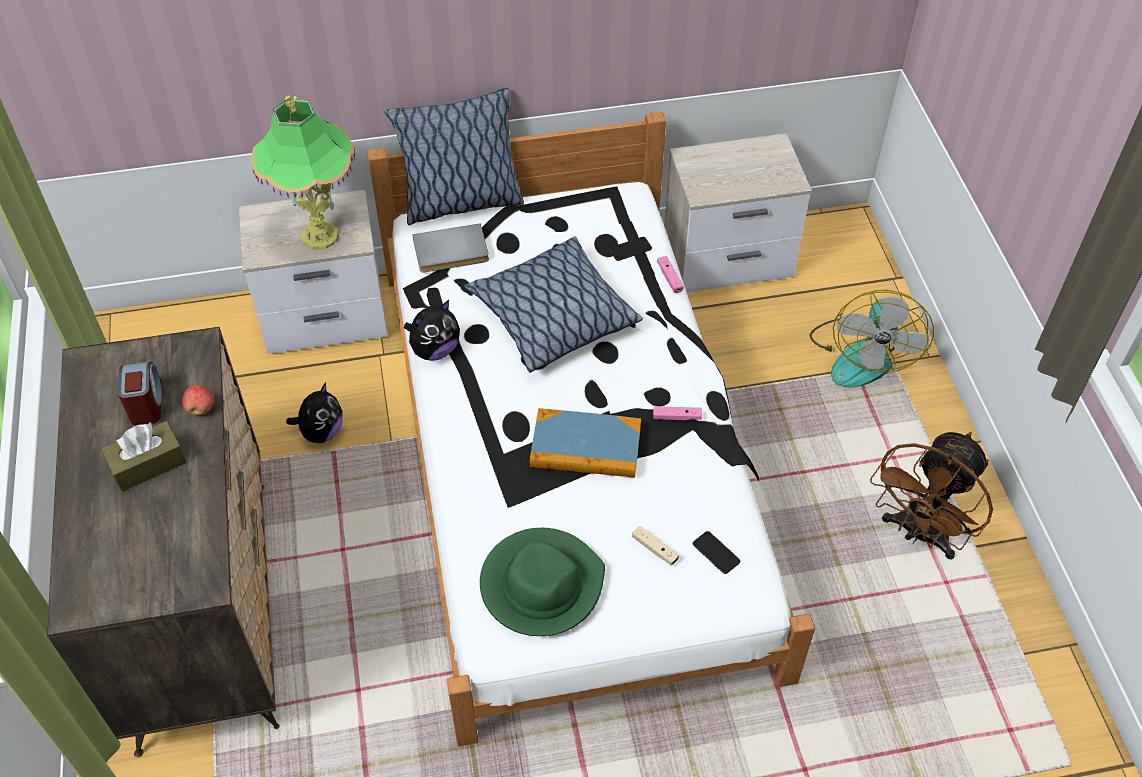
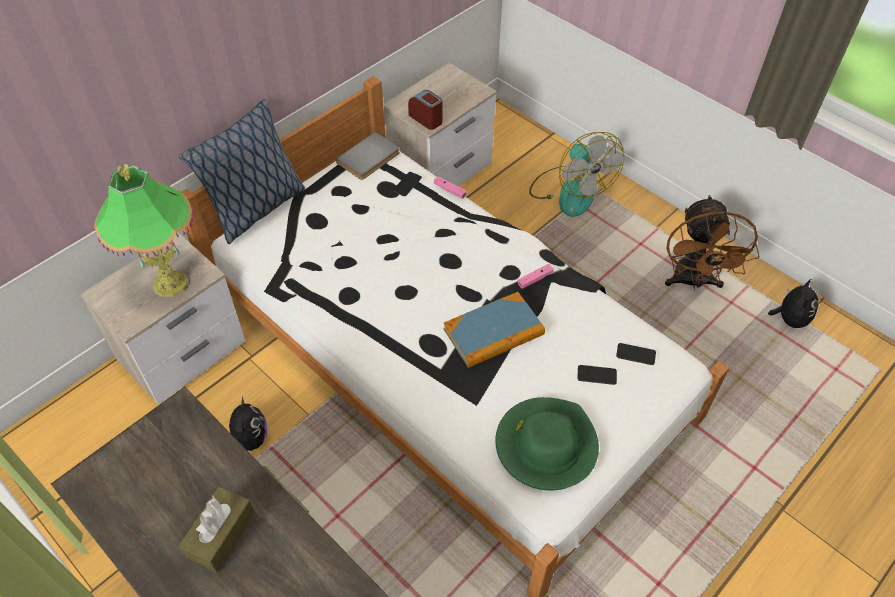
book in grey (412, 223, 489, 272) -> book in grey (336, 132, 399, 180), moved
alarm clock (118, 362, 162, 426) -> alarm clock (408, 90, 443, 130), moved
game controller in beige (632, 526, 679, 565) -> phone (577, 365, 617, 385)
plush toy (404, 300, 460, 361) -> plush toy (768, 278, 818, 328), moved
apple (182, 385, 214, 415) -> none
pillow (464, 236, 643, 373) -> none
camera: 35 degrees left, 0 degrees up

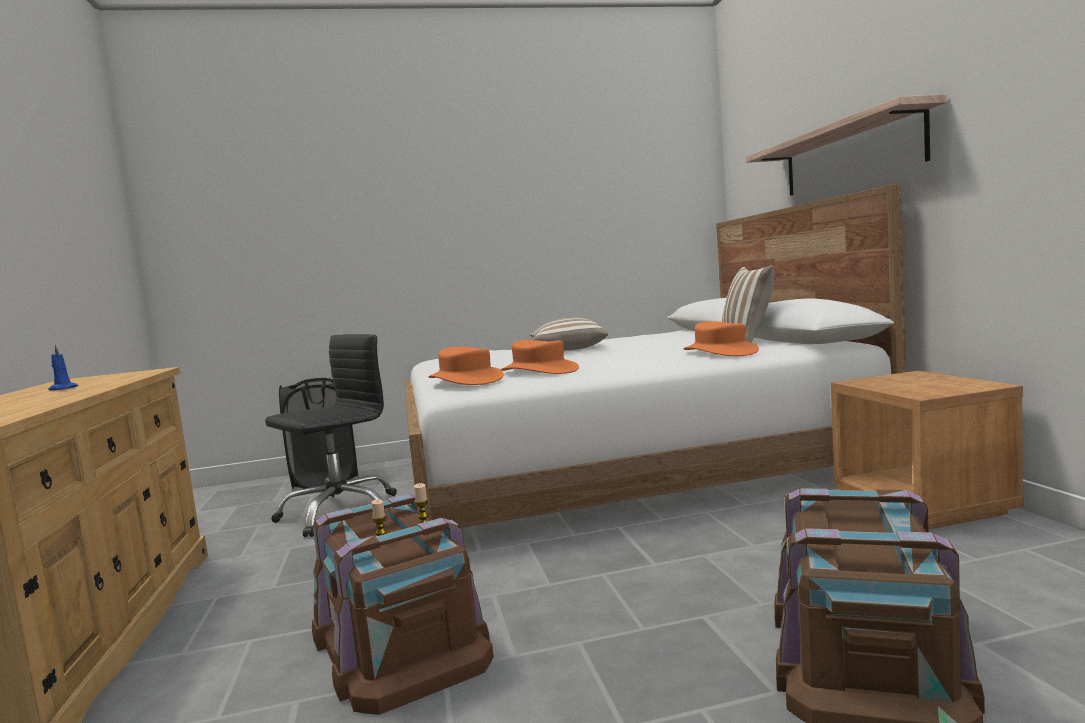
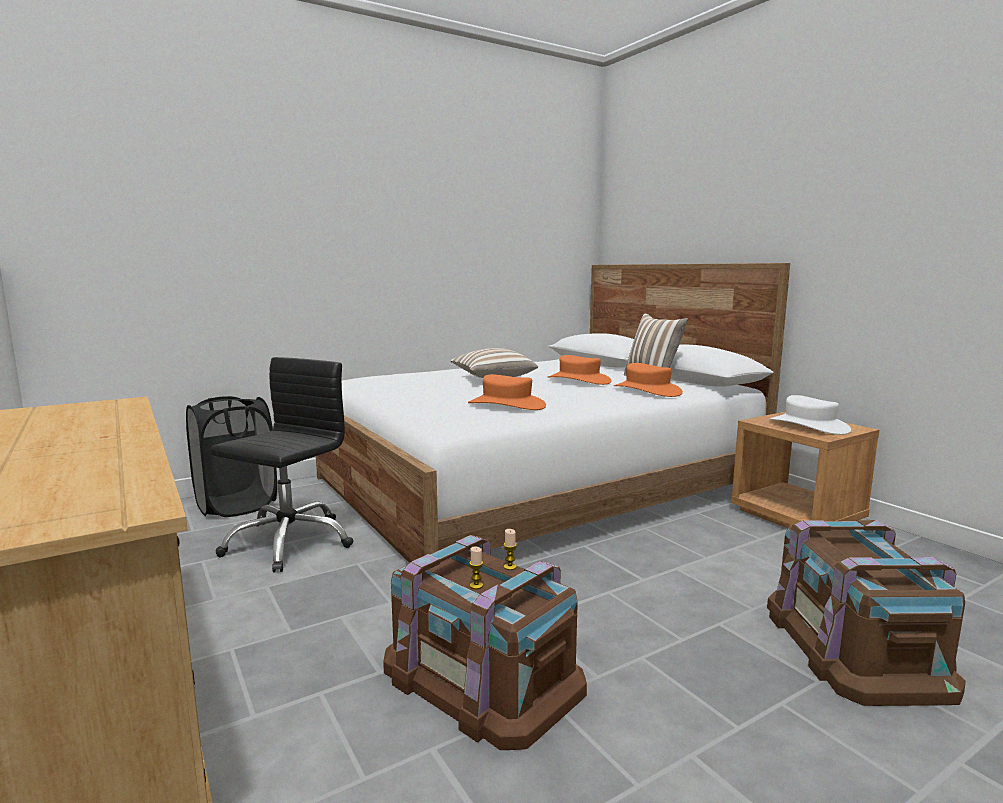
hat in orange (428, 347, 504, 385) -> hat in orange (547, 355, 612, 385), moved
none -> hat in white (770, 395, 851, 435)
candle in blue (48, 345, 78, 391) -> none
shelf (746, 94, 947, 195) -> none
camera: 20 degrees left, 5 degrees up

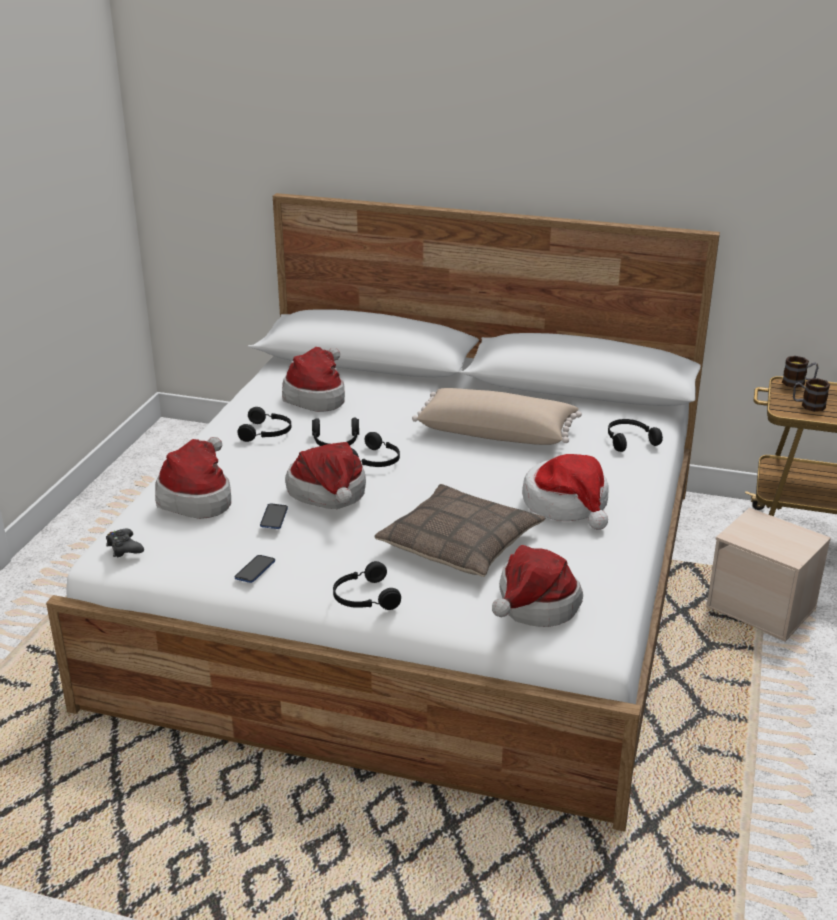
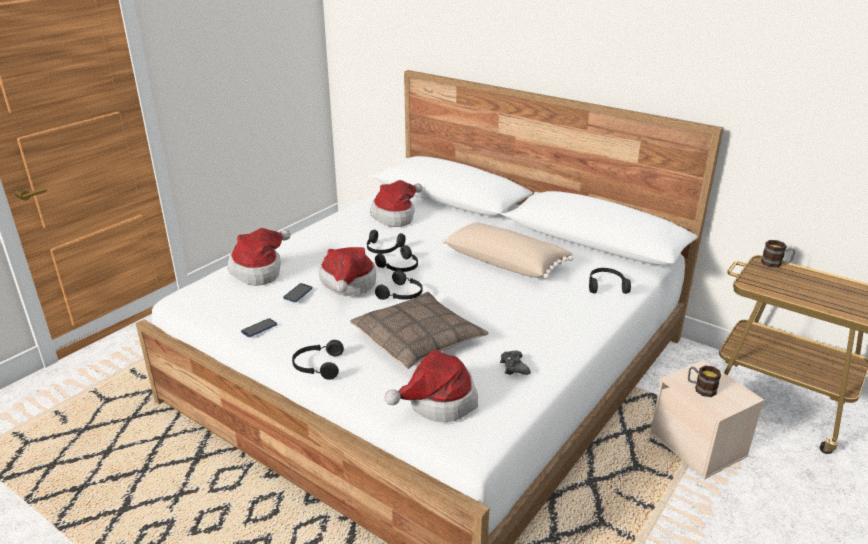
headphones in black (238, 407, 291, 442) -> headphones in black (375, 271, 422, 300), moved
game controller in black (106, 529, 144, 557) -> game controller in black (500, 351, 531, 375), moved
mug (793, 378, 830, 412) -> mug (688, 365, 721, 397), moved
hat (522, 454, 609, 530) -> none
camera: 20 degrees right, 0 degrees up

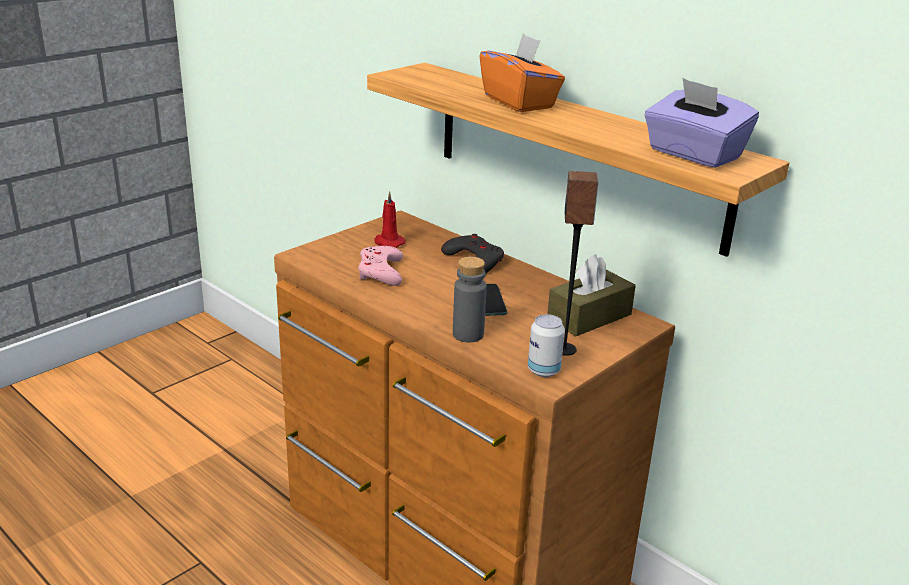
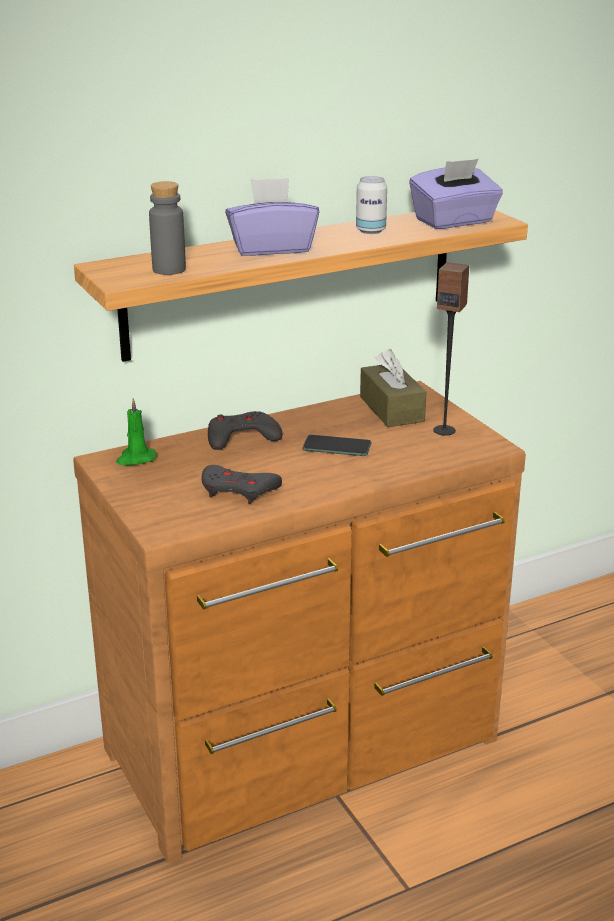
none -> candle in green (116, 399, 157, 466)
bottle in grey (453, 257, 487, 342) -> bottle in grey (149, 181, 186, 275), moved
game controller in pink (358, 246, 403, 286) -> game controller in grey (201, 465, 282, 504)
tissue box in orange (480, 34, 565, 112) -> tissue box in purple (225, 178, 319, 256)
can (528, 314, 565, 377) -> can (356, 176, 387, 234), moved
candle in red (374, 191, 405, 248) -> none
camera: 70 degrees left, 0 degrees up

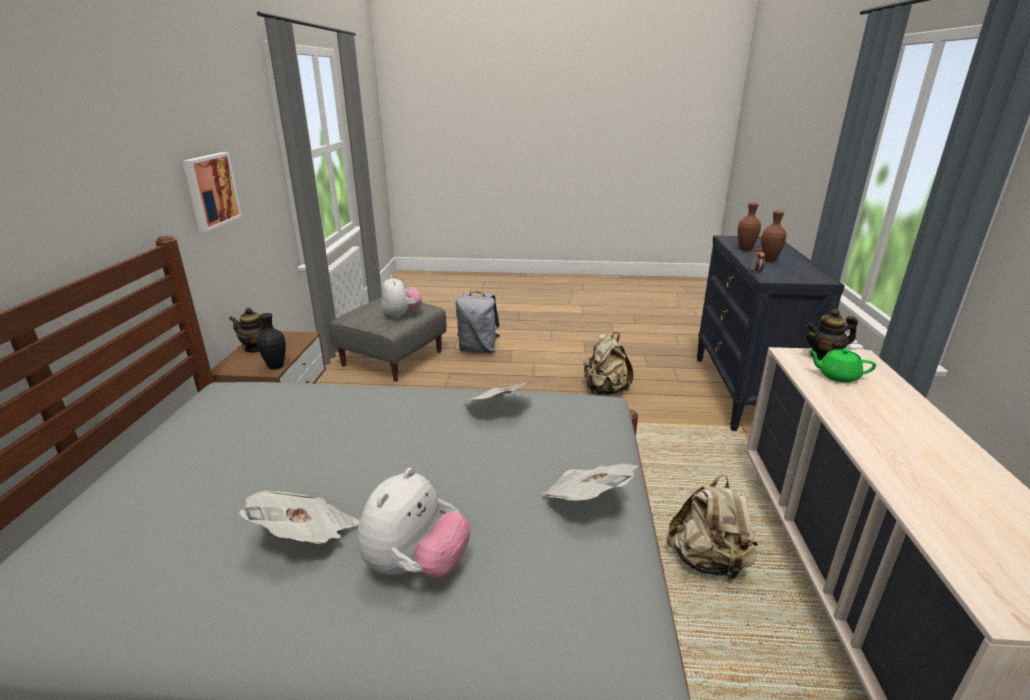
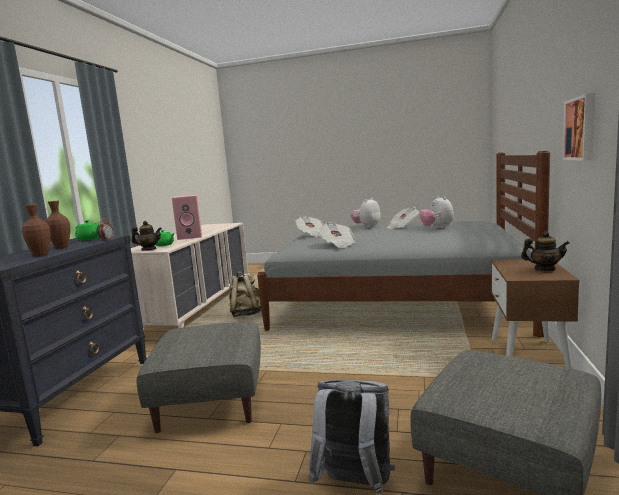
none -> teapot in green (75, 220, 100, 241)
backpack in beige (583, 332, 633, 395) -> ottoman in grey (136, 322, 261, 433)
none -> speaker in pink (172, 195, 202, 240)
plush toy (381, 275, 422, 319) -> plush toy (420, 196, 454, 229), moved
vase in black (256, 313, 286, 369) -> none
camera: 170 degrees left, 15 degrees down

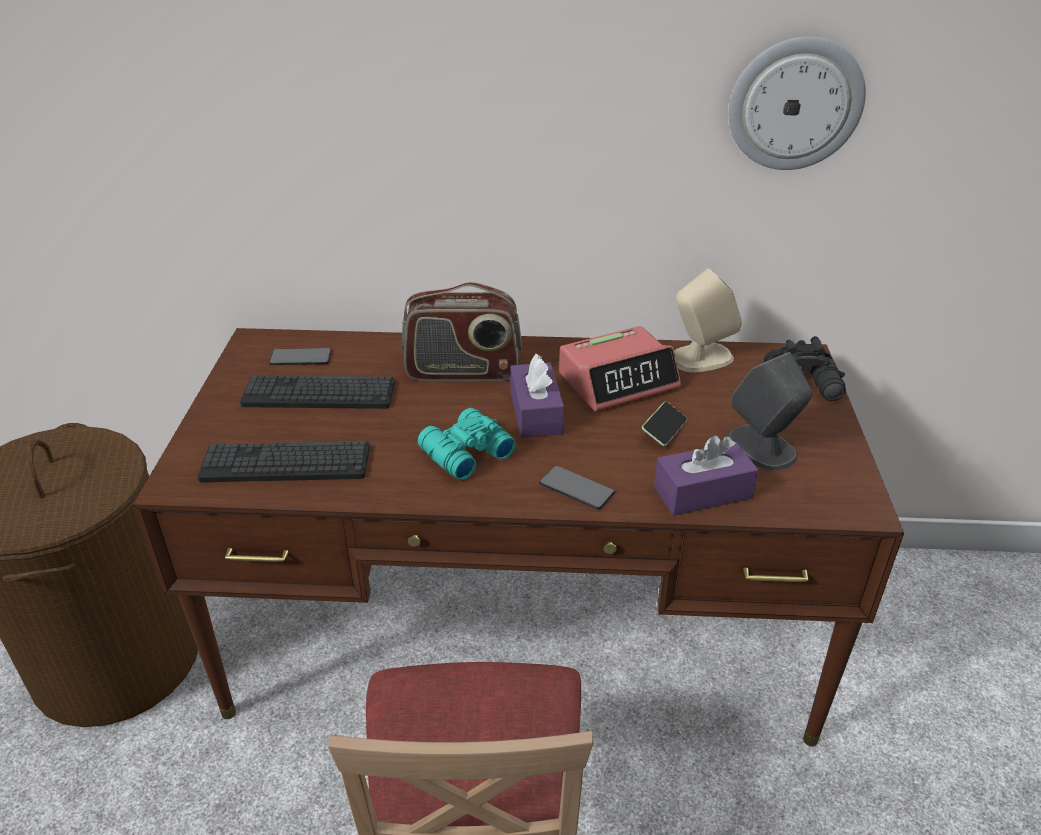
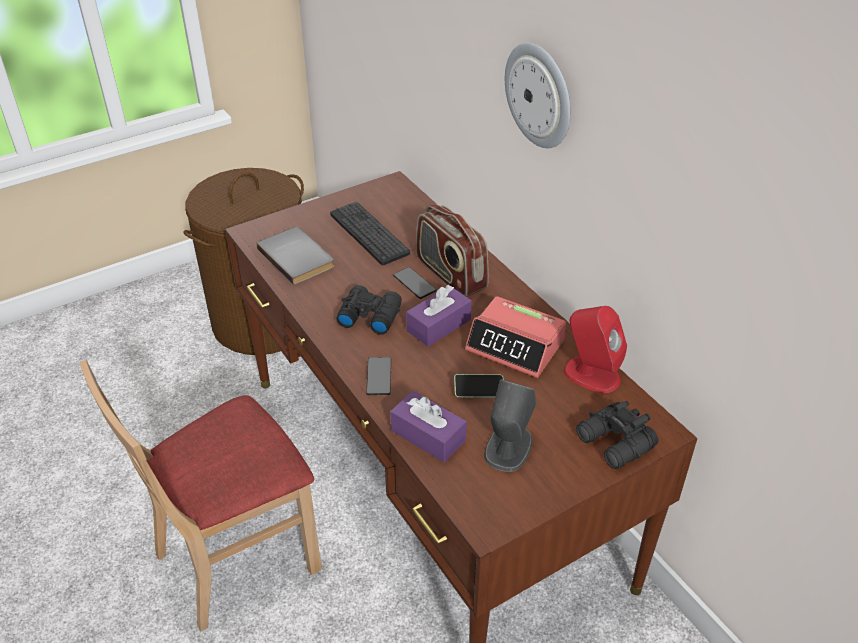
keyboard (197, 441, 370, 482) -> book in grey (257, 227, 334, 285)
binoculars in turquoise (418, 408, 516, 480) -> binoculars in black (337, 285, 402, 335)
phone (269, 348, 332, 365) -> phone (393, 267, 436, 299), moved
wall clock (729, 37, 866, 170) -> wall clock (505, 43, 571, 148), moved
speaker in beige (674, 268, 742, 372) -> speaker in red (564, 306, 627, 393)
camera: 55 degrees right, 5 degrees up

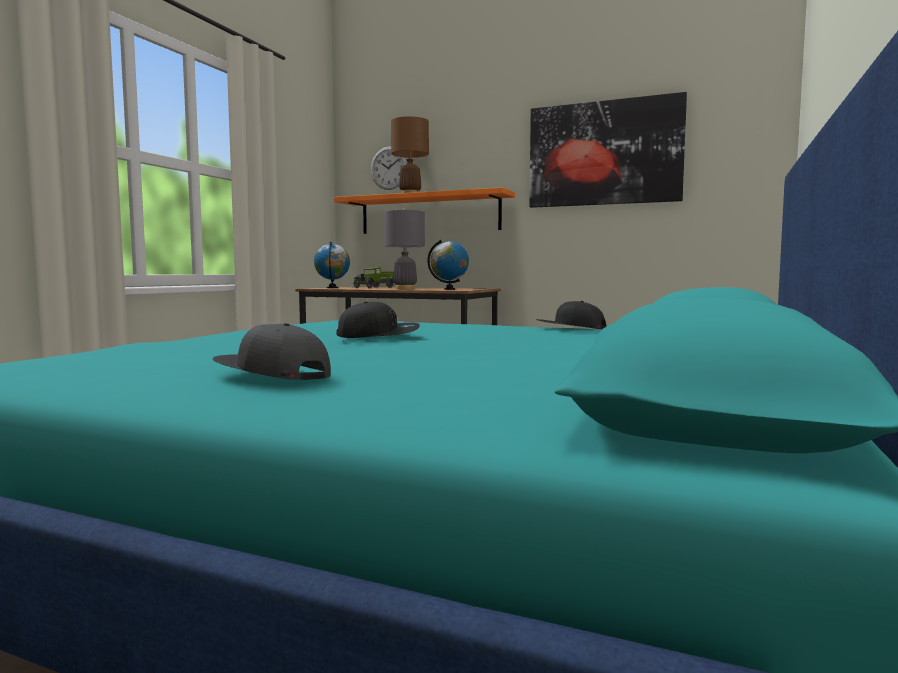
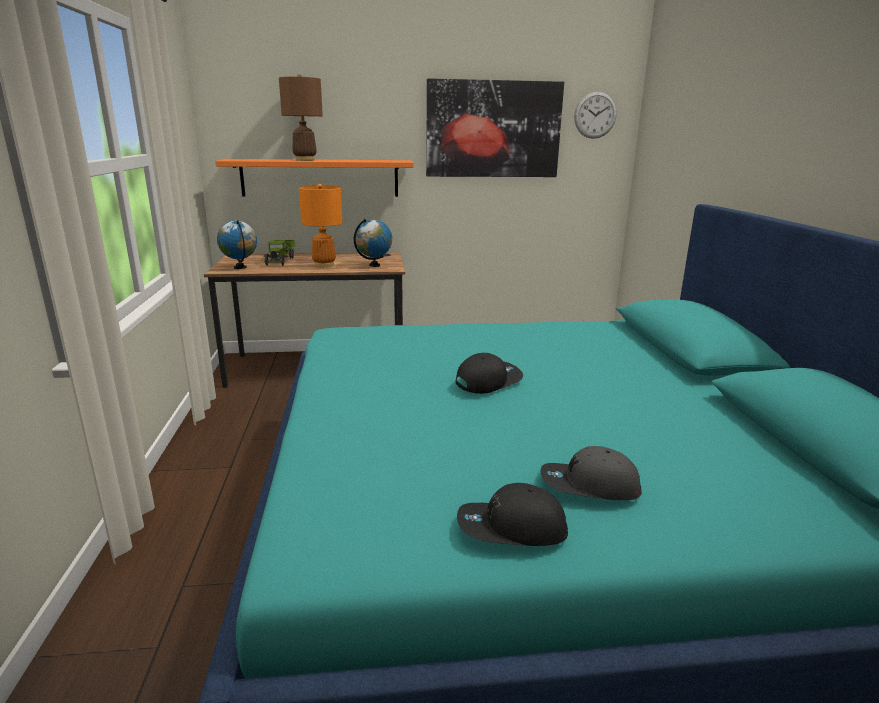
table lamp in grey (384, 208, 425, 289) -> table lamp in orange (299, 184, 342, 267)
cap in black (536, 301, 607, 329) -> cap in black (457, 483, 568, 546), moved
wall clock (371, 146, 407, 190) -> wall clock (574, 92, 617, 139), moved
camera: 30 degrees left, 15 degrees up

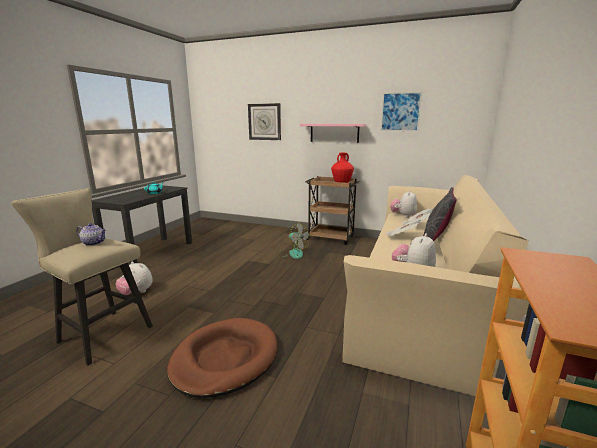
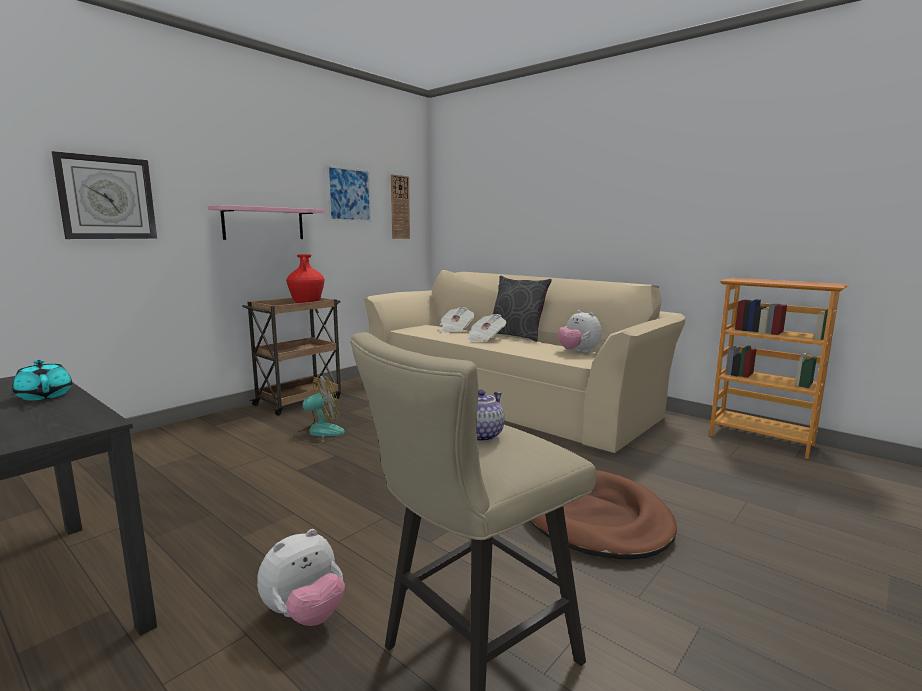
none -> wall clock (391, 174, 410, 239)
plush toy (390, 190, 417, 218) -> none
camera: 70 degrees left, 5 degrees down

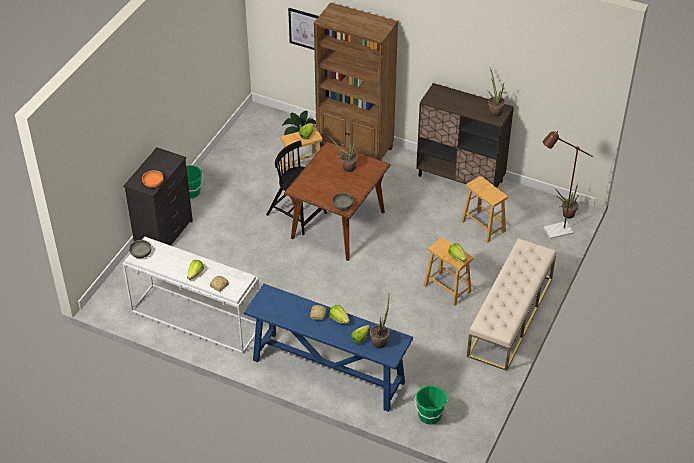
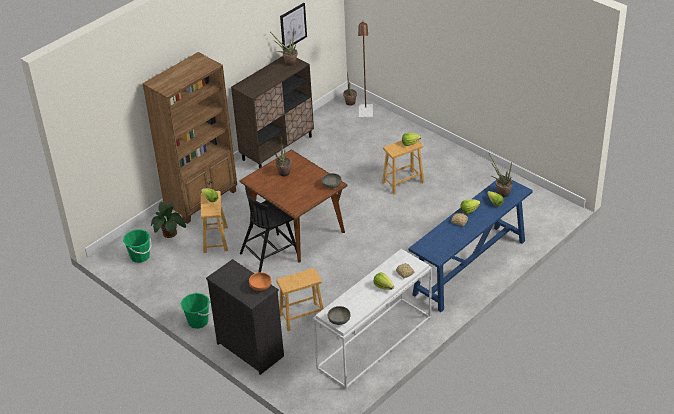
bucket in green (414, 385, 448, 425) -> bucket in green (123, 229, 152, 263), moved
stool in brown (461, 176, 508, 242) -> stool in brown (276, 268, 324, 331), moved
picture (288, 8, 319, 50) -> picture (280, 3, 307, 50), moved
bench in beige (467, 238, 556, 371) -> none
camera: 70 degrees left, 5 degrees down

